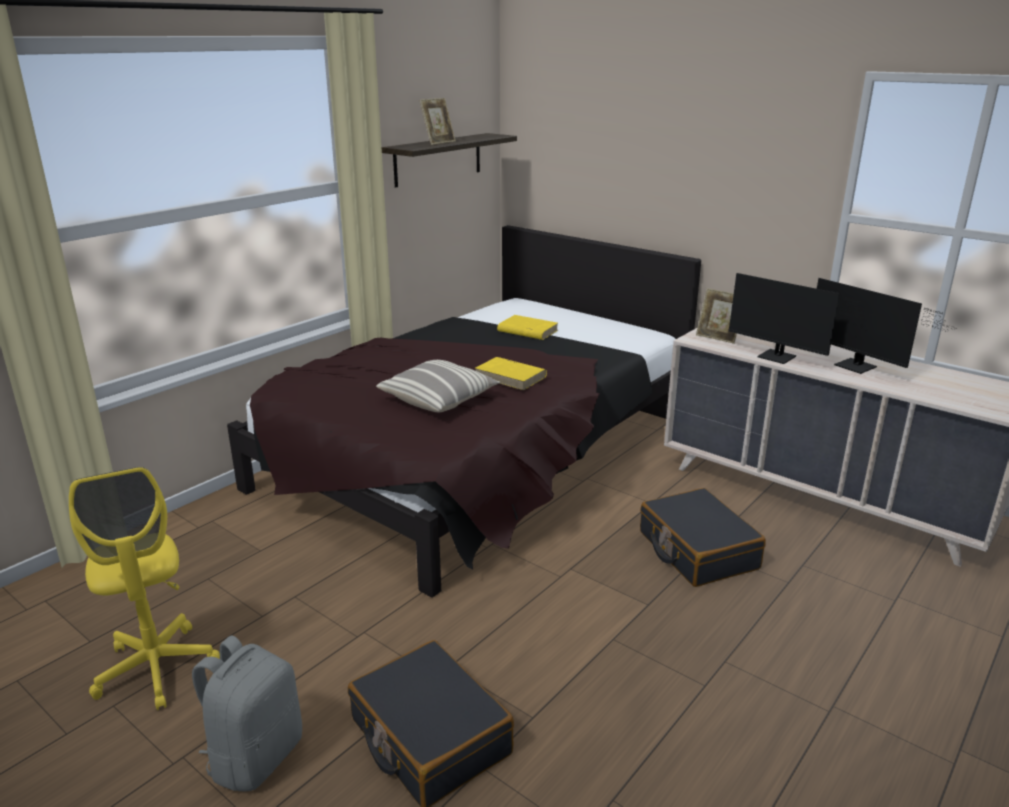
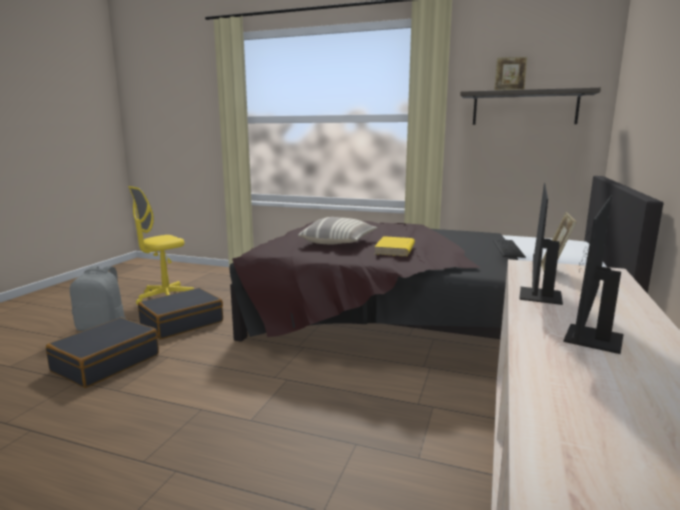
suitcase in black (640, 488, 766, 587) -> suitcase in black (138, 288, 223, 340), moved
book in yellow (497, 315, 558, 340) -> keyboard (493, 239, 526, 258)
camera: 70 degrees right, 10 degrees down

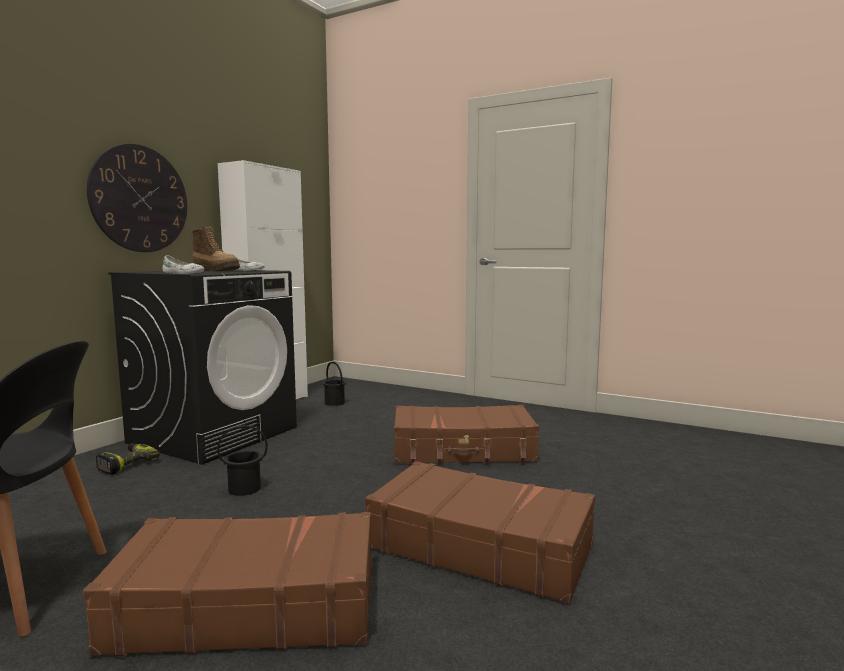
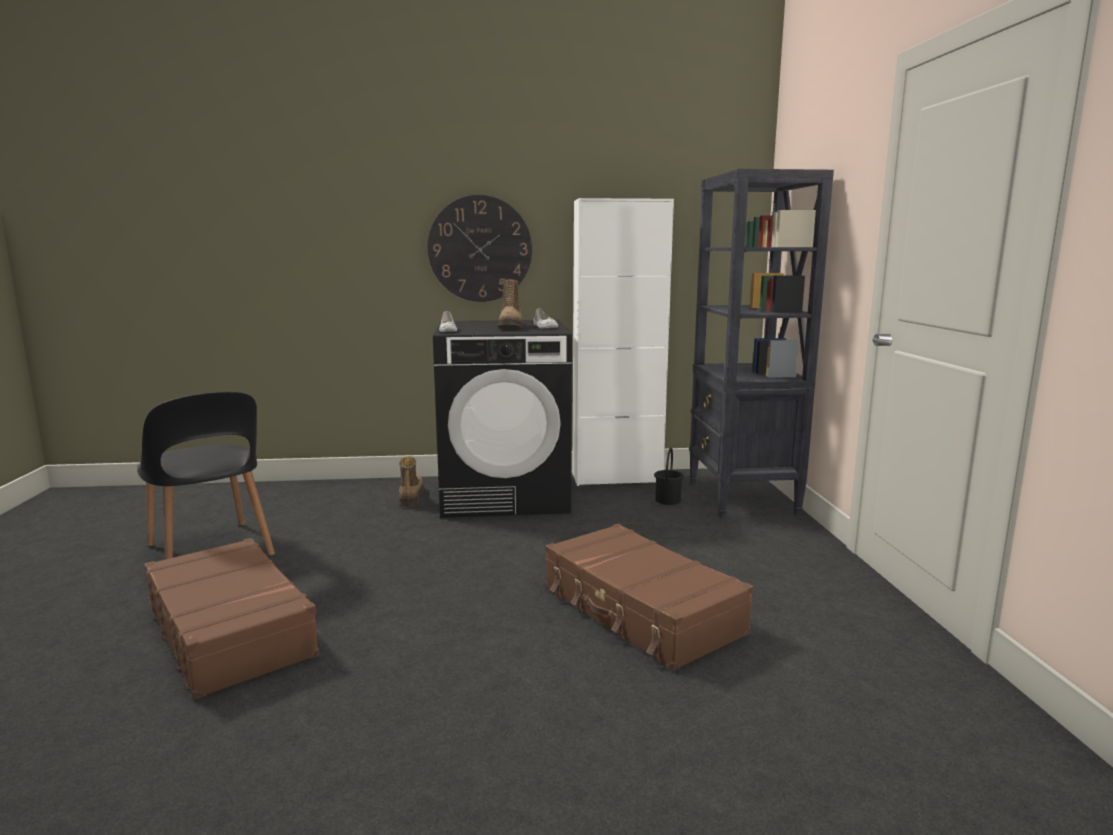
power drill (96, 443, 160, 475) -> boot (399, 456, 424, 507)
none -> bookcase in black (689, 169, 834, 518)
bucket in black (217, 425, 268, 496) -> none
suitcase in brown (365, 461, 595, 604) -> none
camera: 55 degrees right, 5 degrees up

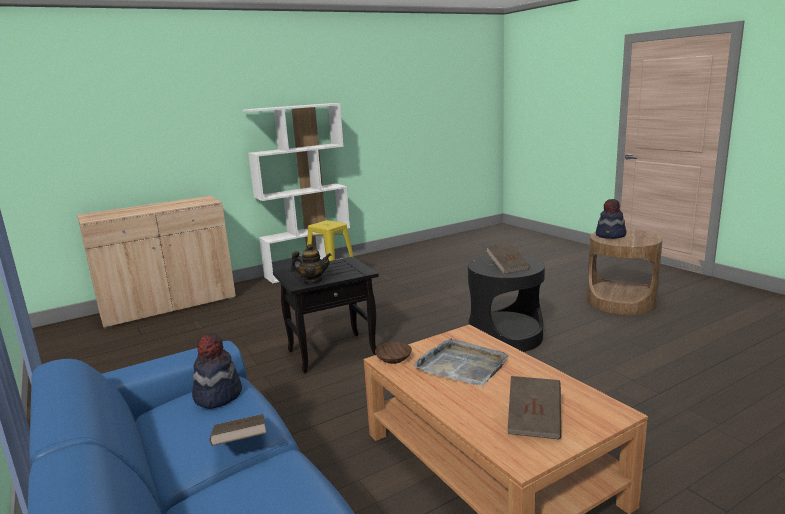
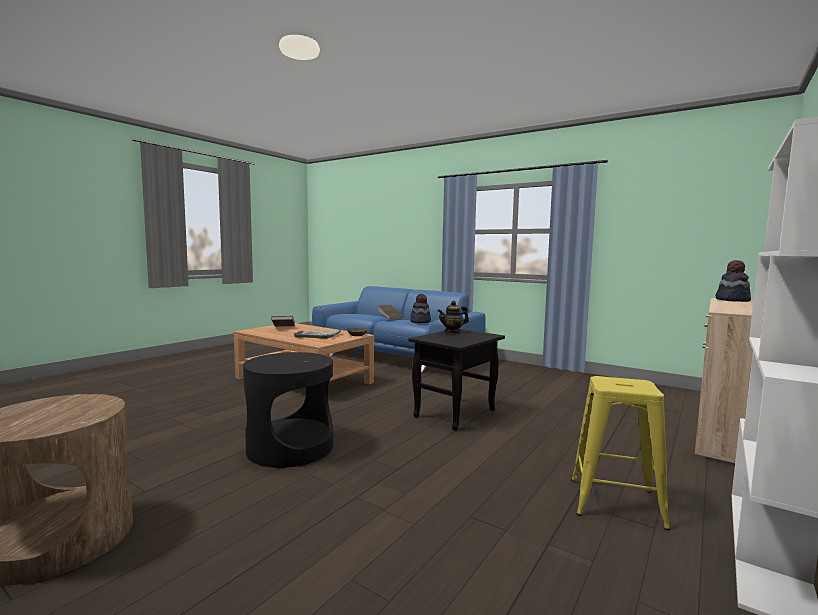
hat (596, 199, 627, 239) -> hat (715, 260, 751, 302), moved
book in brown (486, 243, 530, 274) -> none
camera: 155 degrees right, 10 degrees down

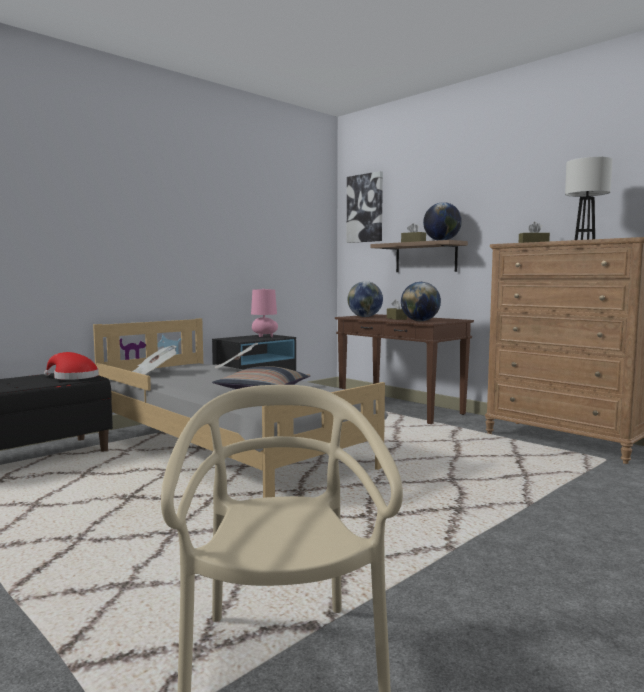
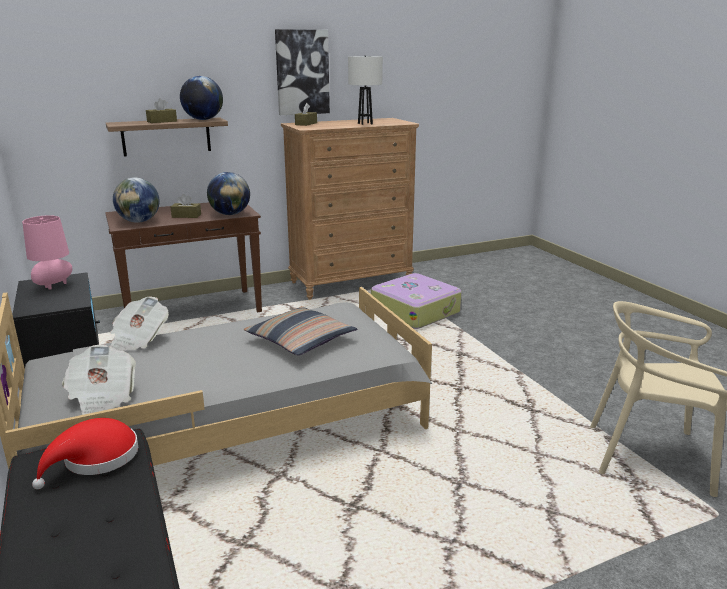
picture (347, 171, 383, 243) -> picture (275, 29, 330, 115), moved
none -> suitcase (371, 273, 462, 329)
camera: 70 degrees left, 15 degrees up

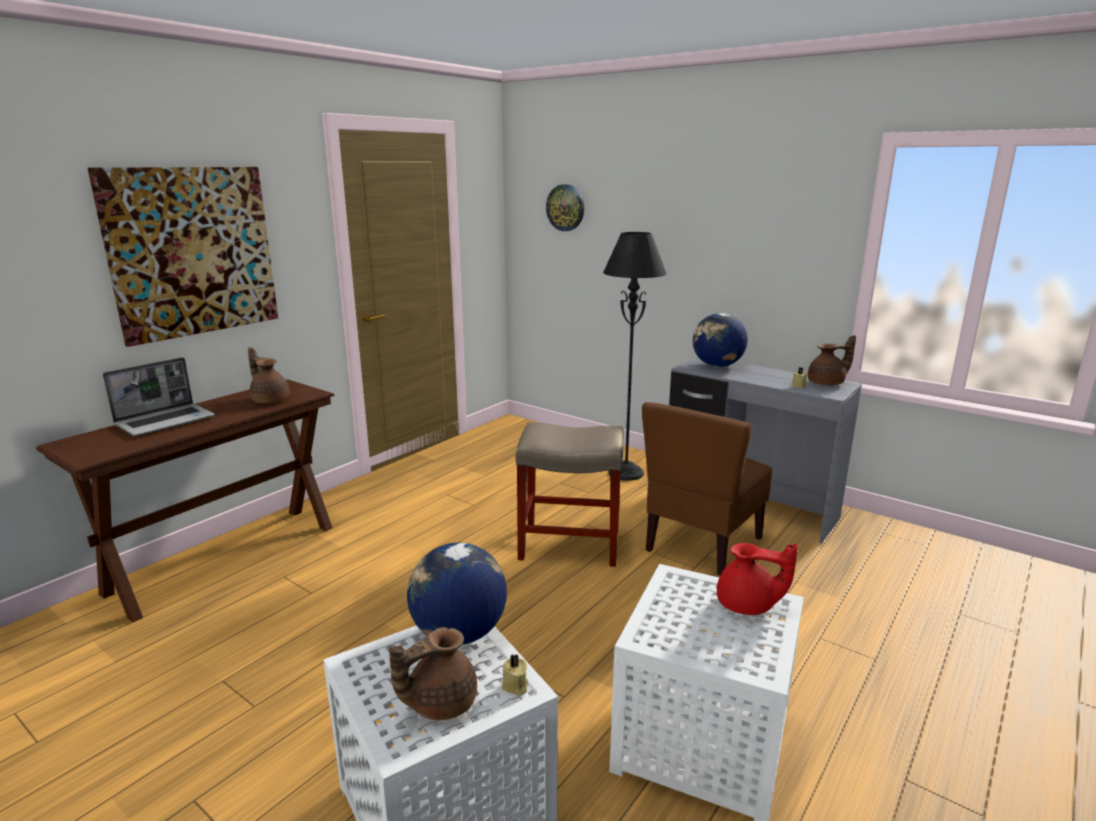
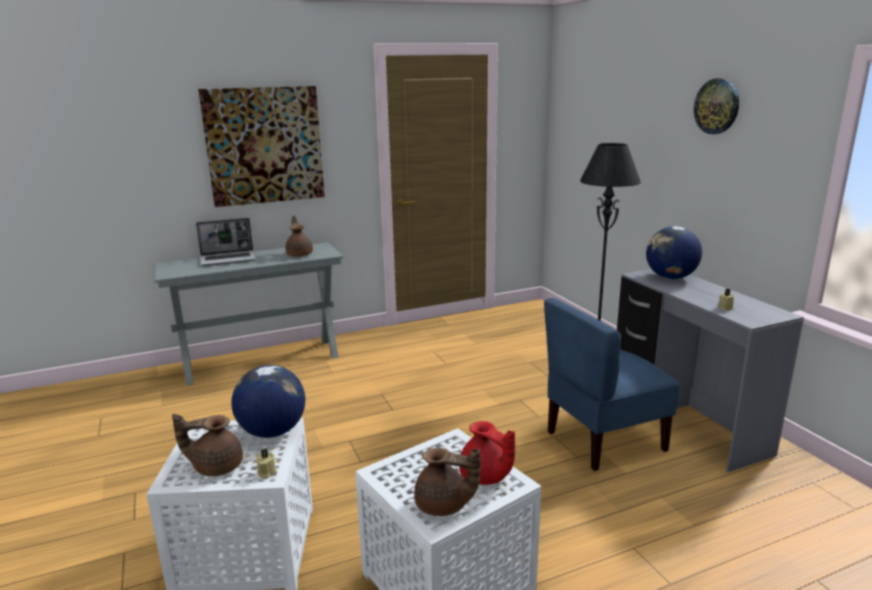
console table in brown (36, 379, 334, 622) -> console table in grey (154, 243, 344, 386)
teapot in brown (808, 335, 856, 385) -> teapot in brown (414, 448, 481, 516), moved
chair in brown (642, 402, 773, 576) -> chair in blue (544, 298, 680, 471)
wall clock (546, 184, 584, 231) -> wall clock (694, 78, 739, 134), moved
stool in beige (516, 422, 624, 567) -> none
camera: 30 degrees right, 0 degrees up

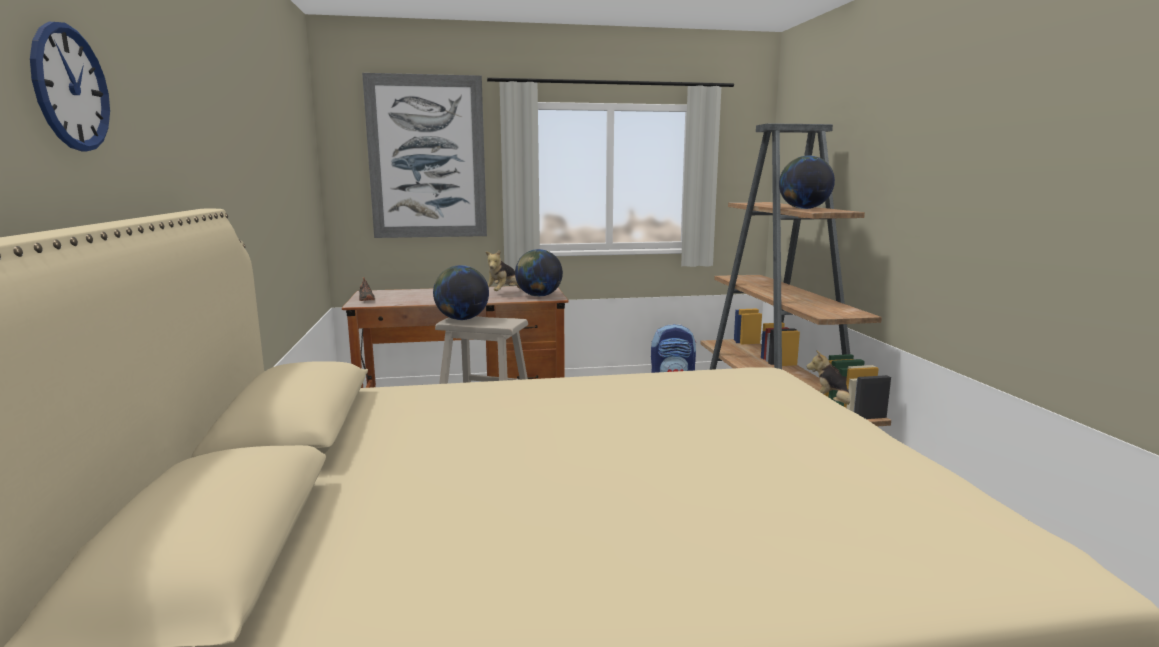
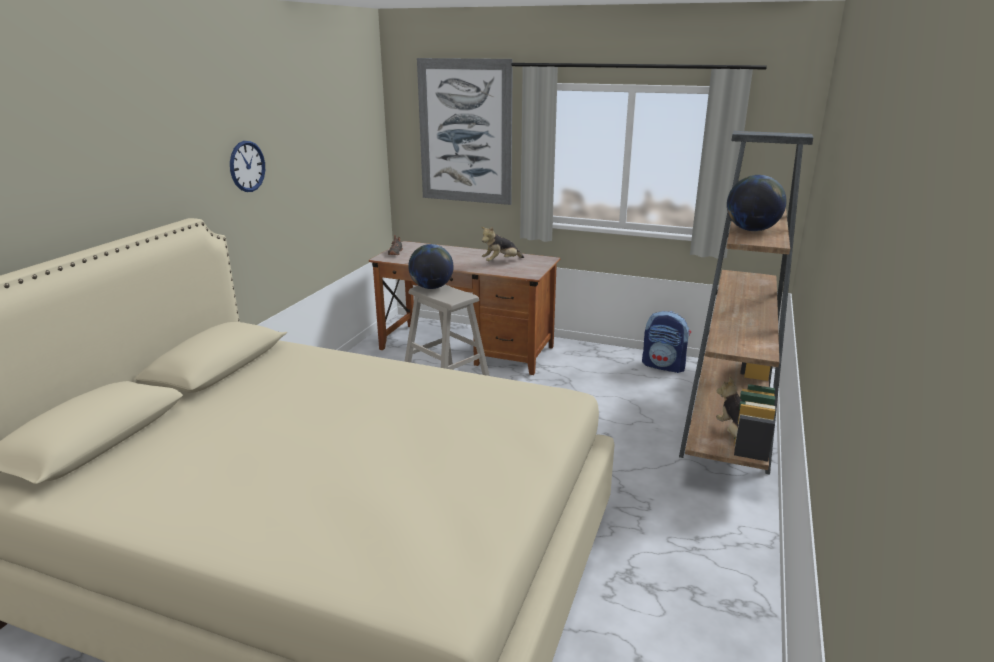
wall clock (30, 22, 110, 151) -> wall clock (230, 141, 265, 192), moved
globe (515, 249, 563, 297) -> none
camera: 30 degrees right, 10 degrees up

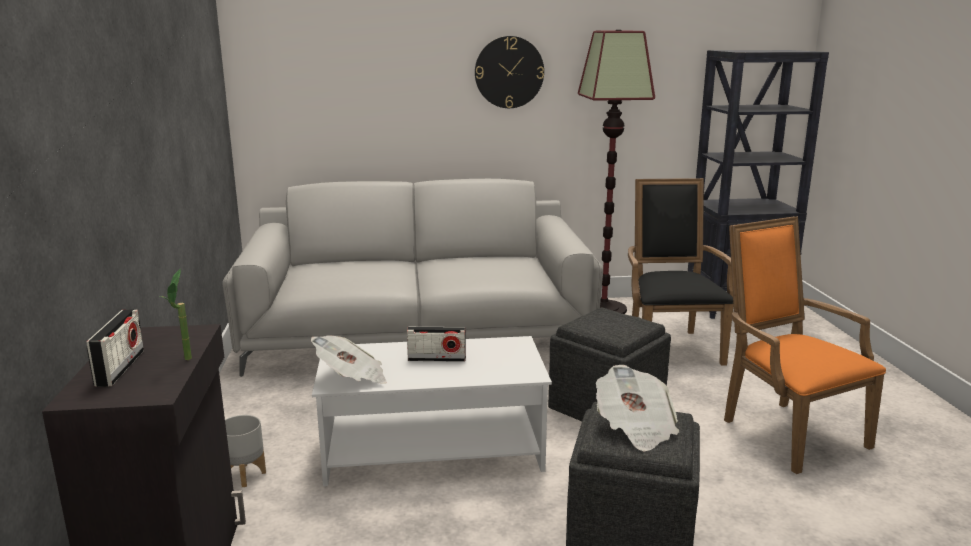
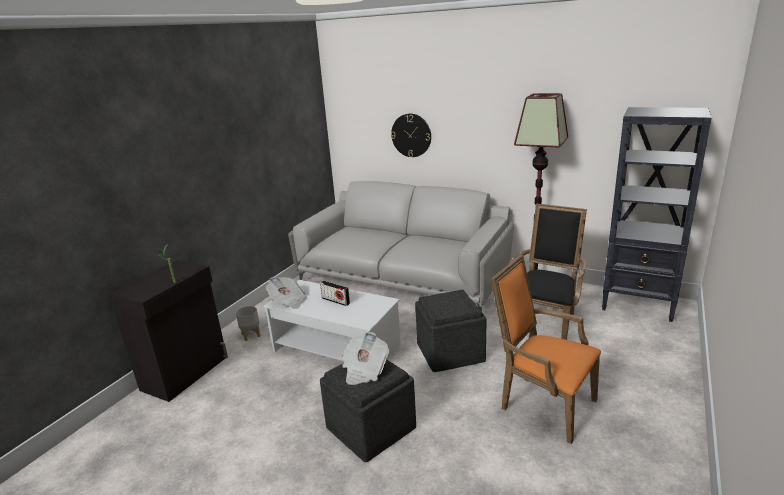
wall clock (475, 36, 544, 108) -> wall clock (391, 114, 431, 157), moved
armchair in orange (724, 216, 886, 474) -> armchair in orange (491, 255, 601, 444), 60 degrees counterclockwise
radio (86, 309, 144, 387) -> none
camera: 35 degrees right, 5 degrees up

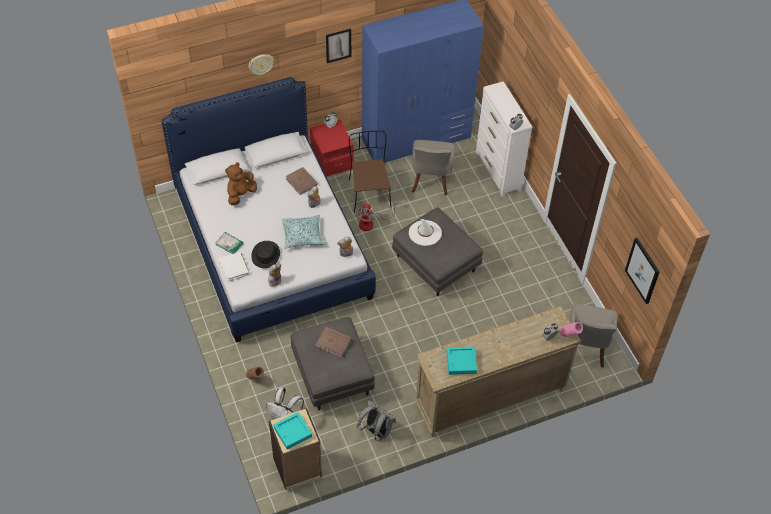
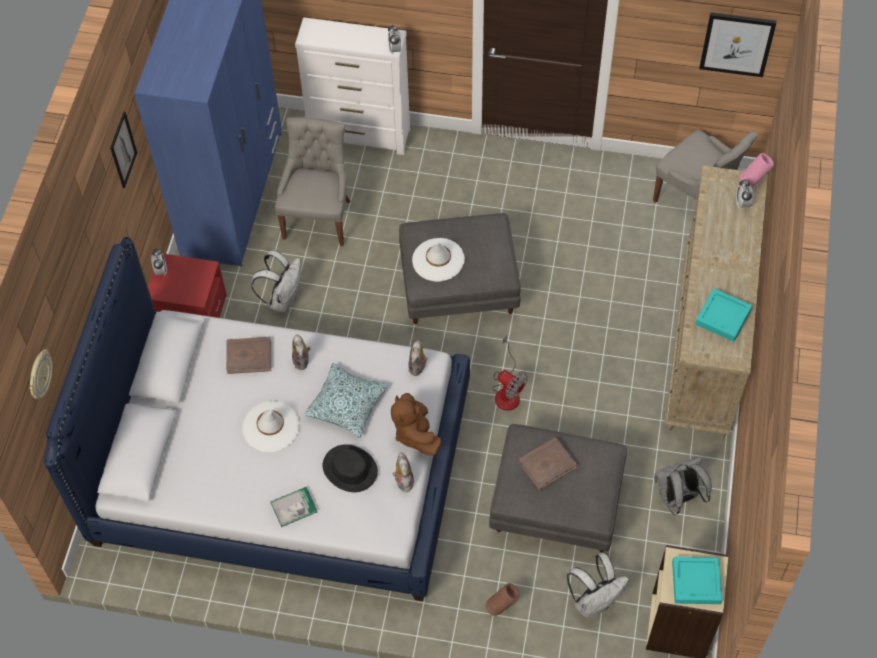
wall clock (249, 54, 274, 75) -> wall clock (30, 349, 52, 399), moved
none -> hat in white (243, 401, 299, 452)
chair in brown (349, 131, 392, 212) -> backpack in white (251, 250, 301, 313)
chair in grey (412, 140, 455, 196) -> chair in grey (275, 117, 351, 246), 120 degrees counterclockwise
plush toy in brown (225, 162, 257, 205) -> plush toy in brown (391, 393, 441, 456), moved
fan (356, 201, 397, 231) -> fan (492, 335, 528, 411), moved
book in white (219, 252, 249, 281) -> none
camera: 55 degrees left, 5 degrees up

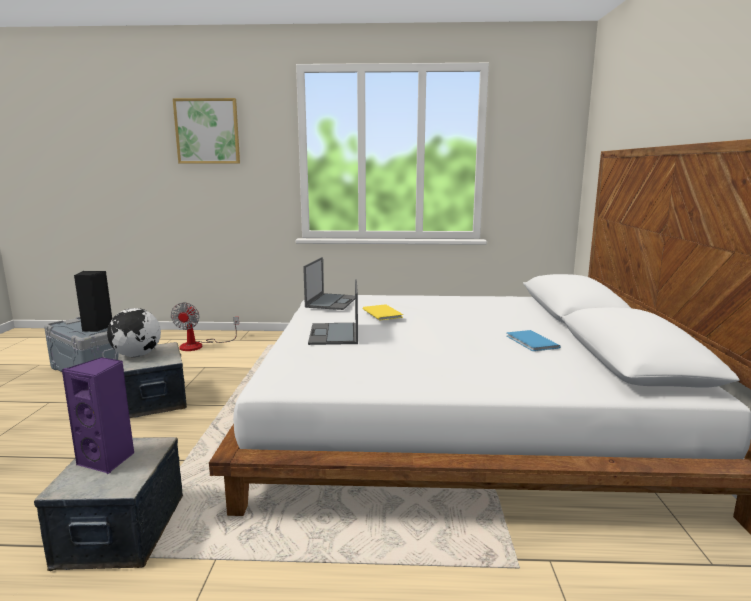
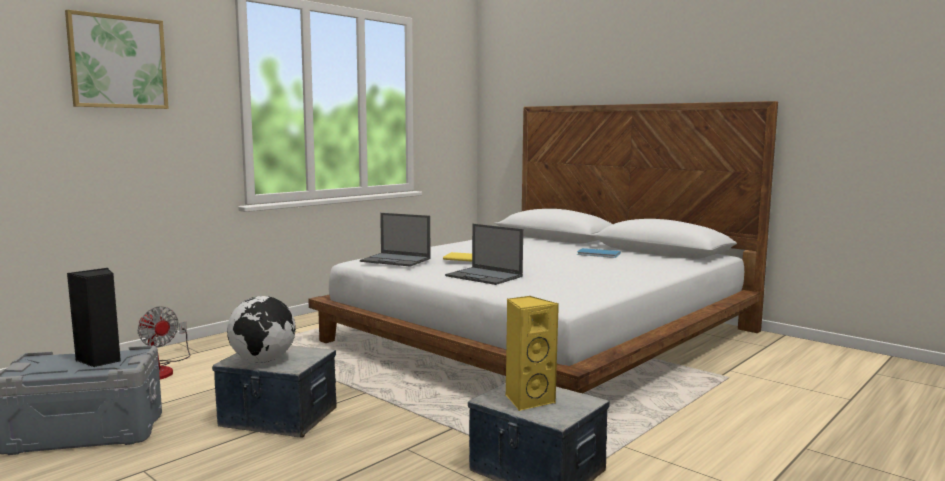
laptop (303, 257, 355, 310) -> laptop (360, 213, 431, 267), 150 degrees clockwise
speaker in purple (62, 357, 135, 474) -> speaker in yellow (506, 296, 559, 411)
camera: 50 degrees left, 5 degrees down

